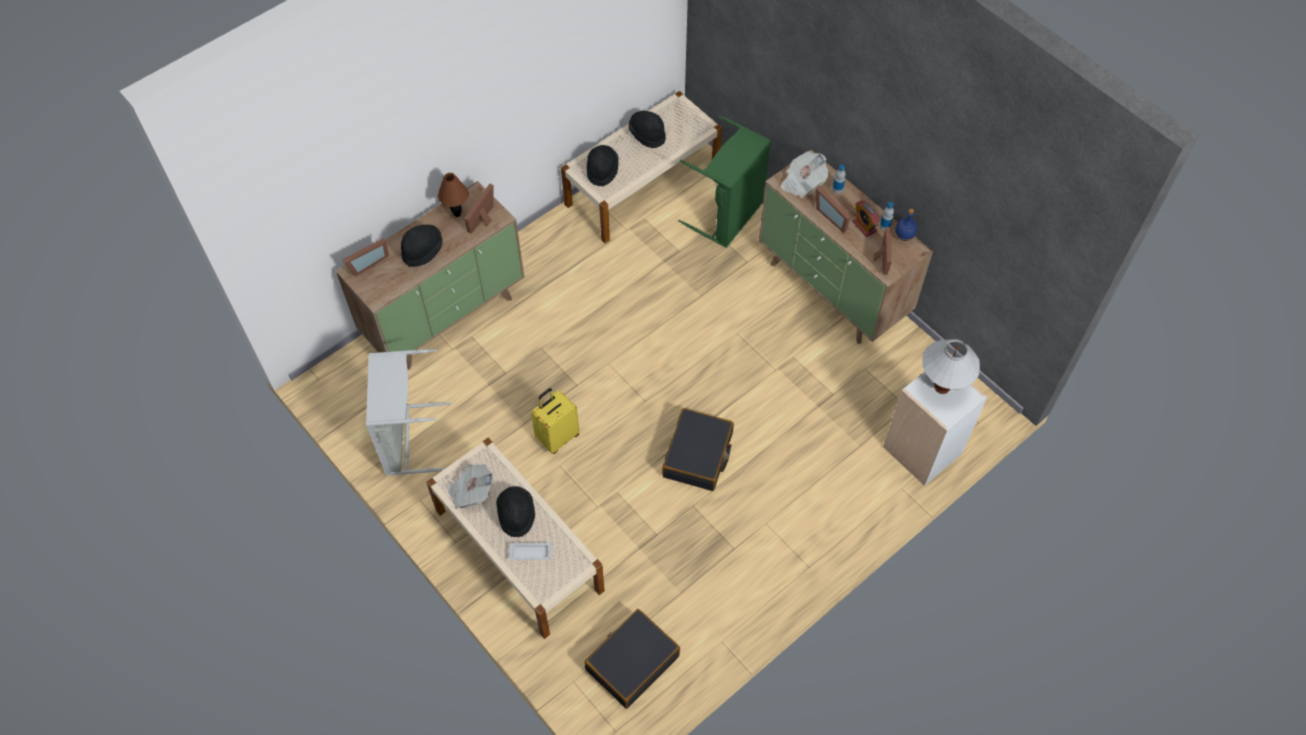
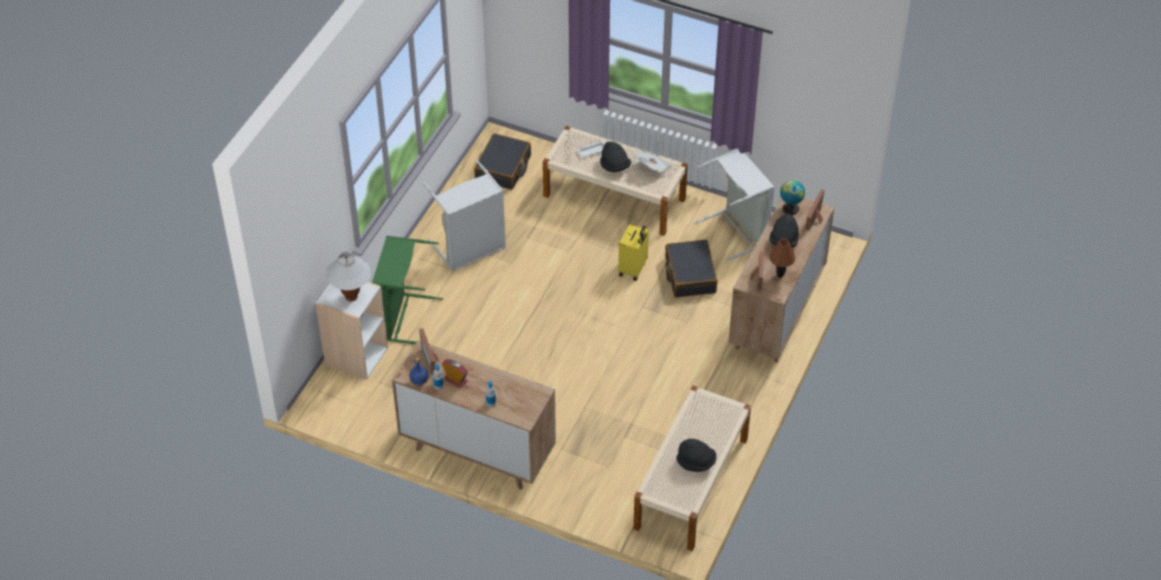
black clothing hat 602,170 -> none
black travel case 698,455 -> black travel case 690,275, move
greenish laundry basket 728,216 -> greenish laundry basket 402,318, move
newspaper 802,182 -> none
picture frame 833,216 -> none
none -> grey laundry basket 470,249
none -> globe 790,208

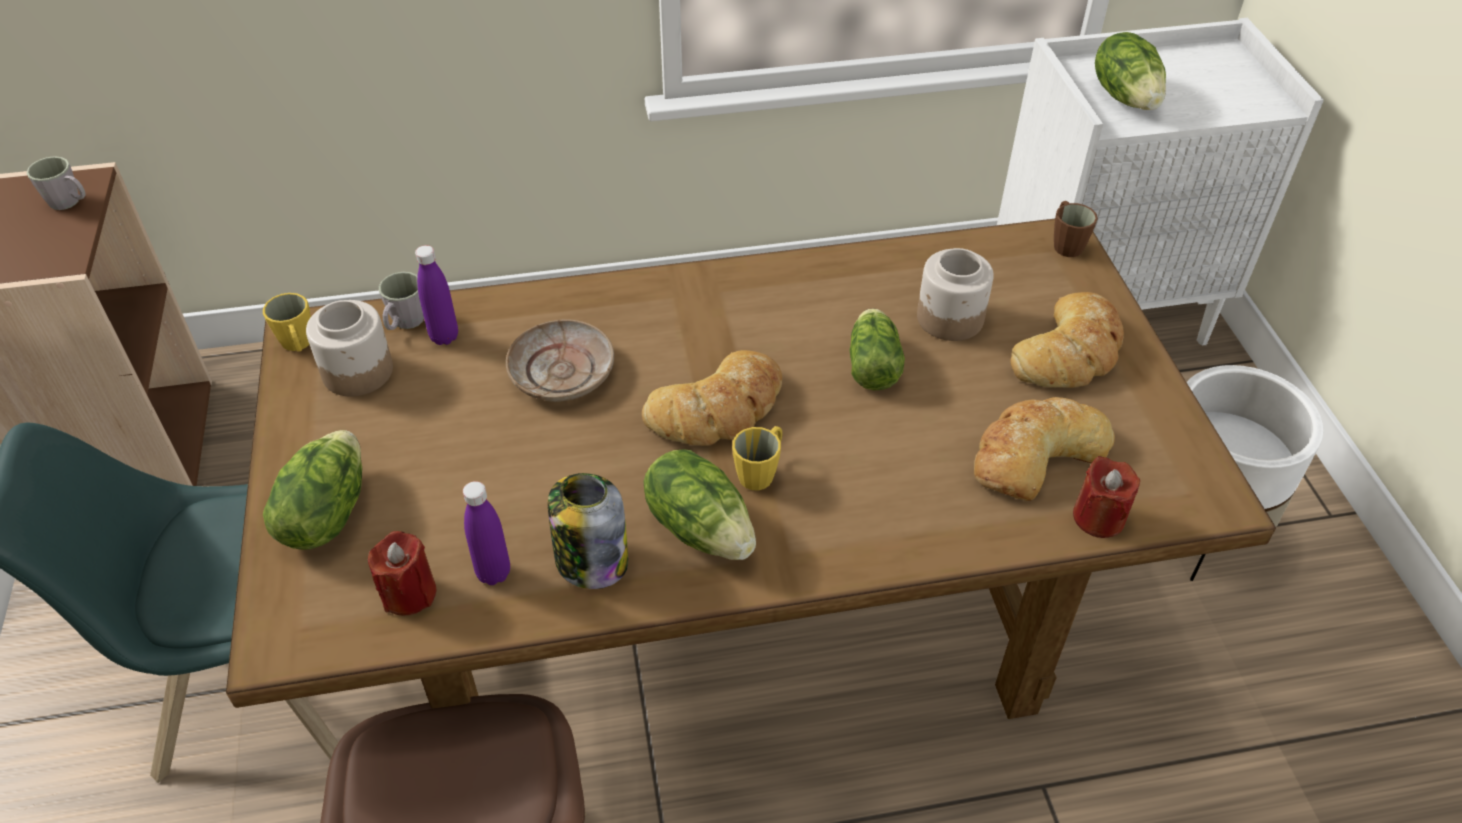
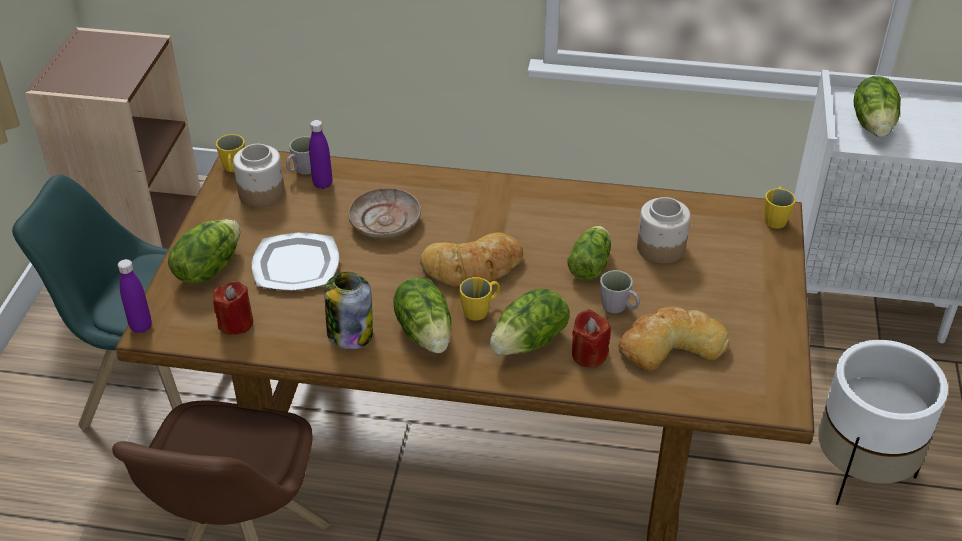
grey tea mug 70,203 -> grey tea mug 619,308, move
purplish beverage bottle 493,573 -> purplish beverage bottle 141,326, move
bread 1071,351 -> none
brown tea mug 1065,243 -> yellow-coloured tea mug 775,218
red wax candle 1098,517 -> red wax candle 589,354, move
none -> dinner plate 295,264
none -> head of lettuce 530,342

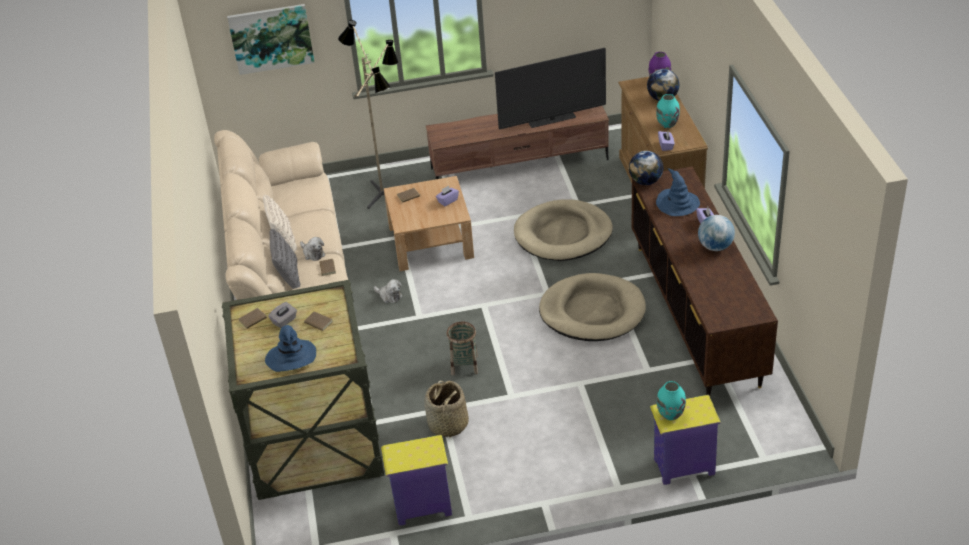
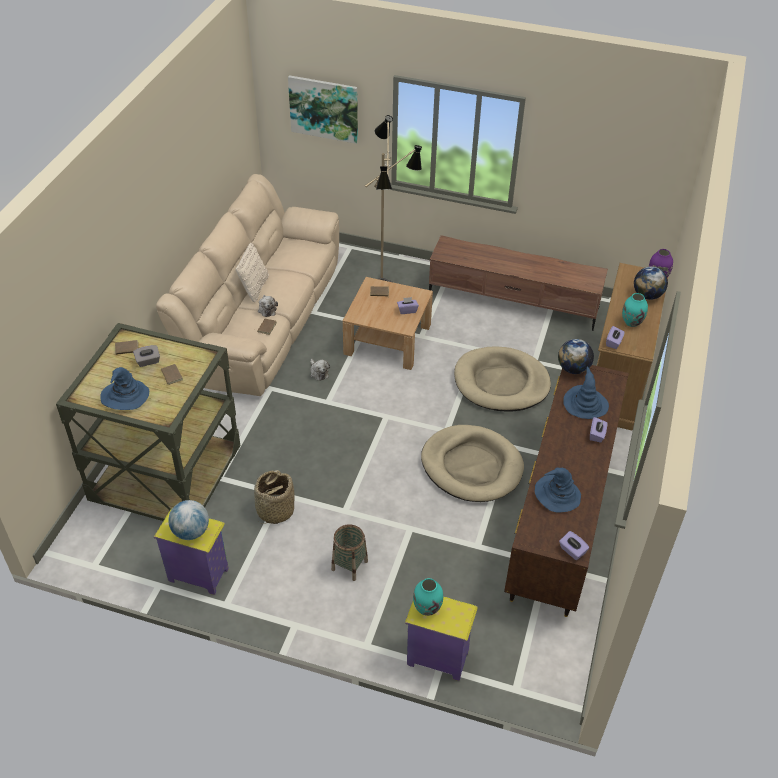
grey pillow 288,277 -> none
household basket 464,365 -> household basket 349,565, move
television 552,120 -> none
globe 715,247 -> globe 191,532, move
none -> bluish clothing hat 556,494
none -> purplish box of tissues 572,551

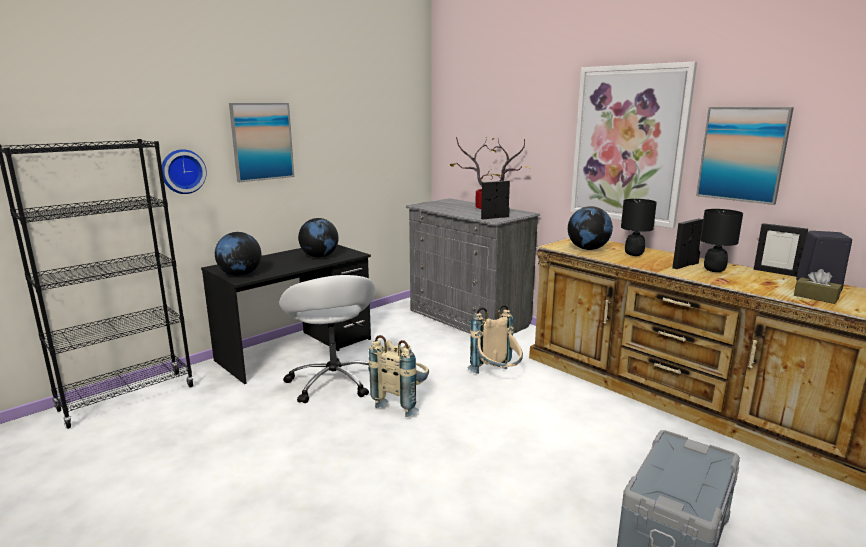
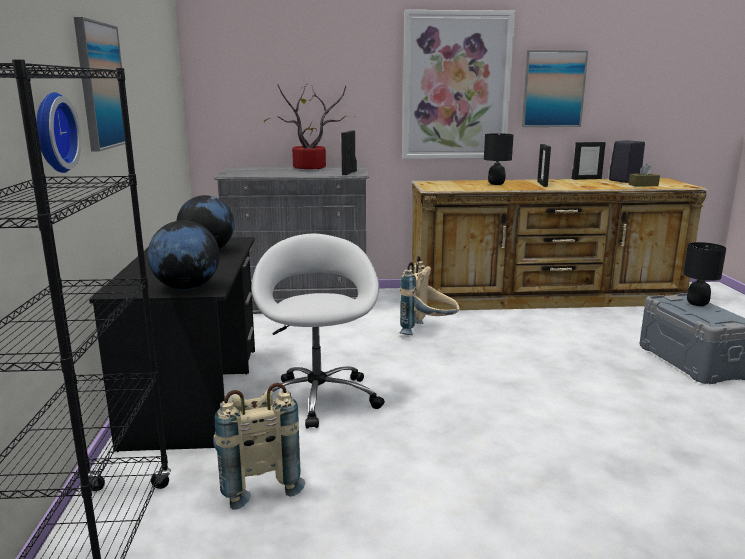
white-coloured computer chair 333,384 -> white-coloured computer chair 319,398, 120 degrees counterclockwise
beige backpack 402,402 -> beige backpack 256,483, move
globe 588,249 -> none
black tabletop lamp 715,271 -> black tabletop lamp 698,304, move

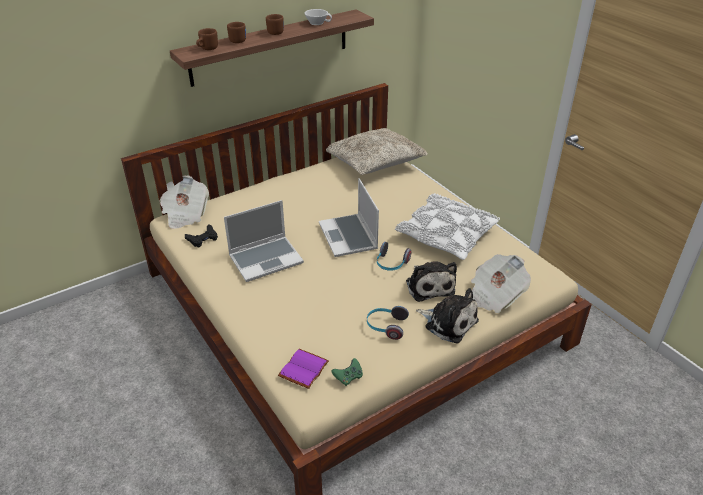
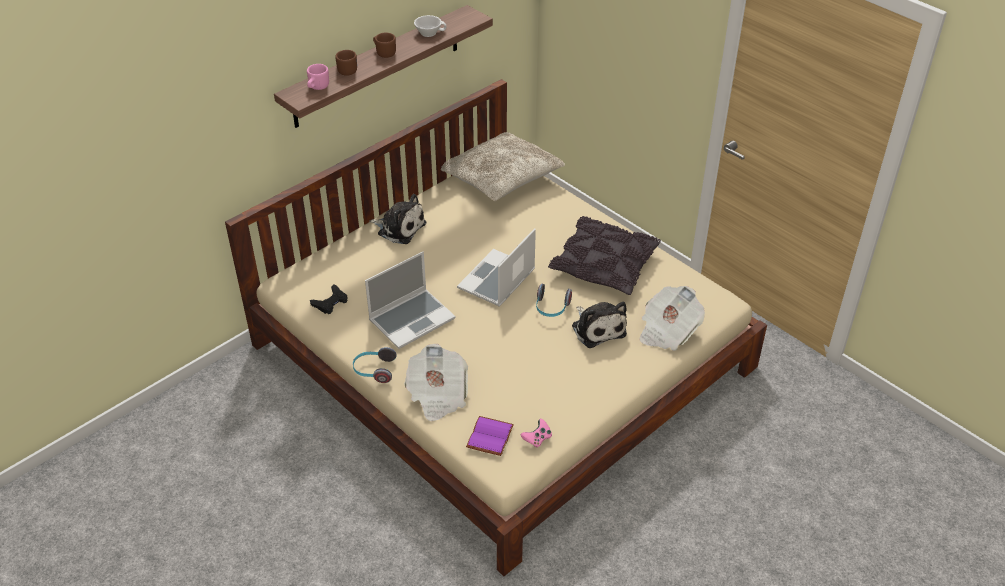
newspaper 185,214 -> newspaper 437,395, move
brown tea mug 207,49 -> pink-coloured tea mug 317,87
portable computer 349,237 -> portable computer 497,280, 60 degrees clockwise
greenish joypad 348,377 -> pink-coloured joypad 537,439
headphones 386,327 -> headphones 374,370, move
white-coloured pillow 446,235 -> black pillow 604,265
soft toy 448,322 -> soft toy 399,228, move

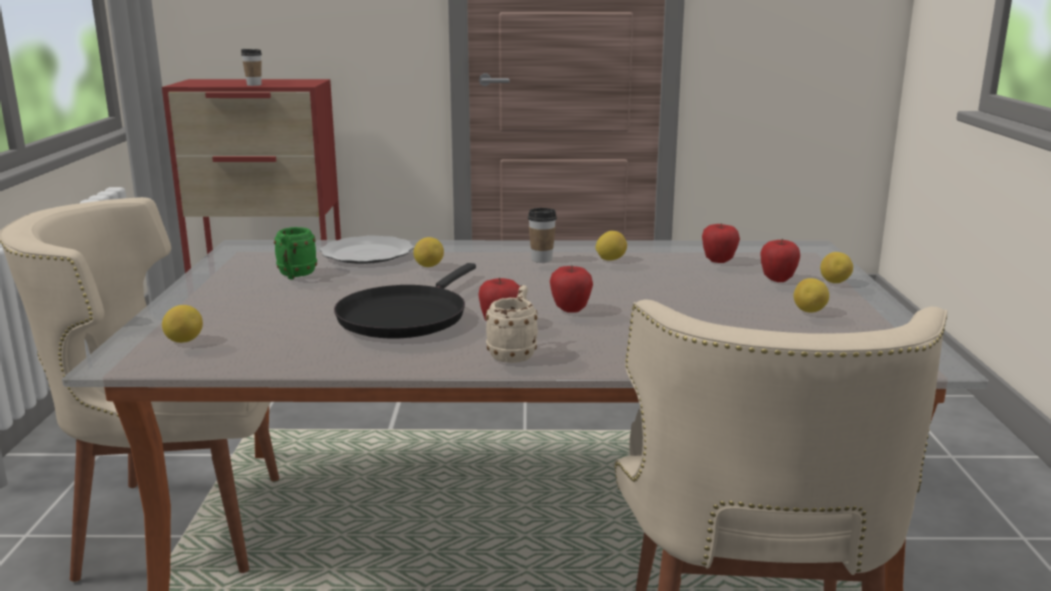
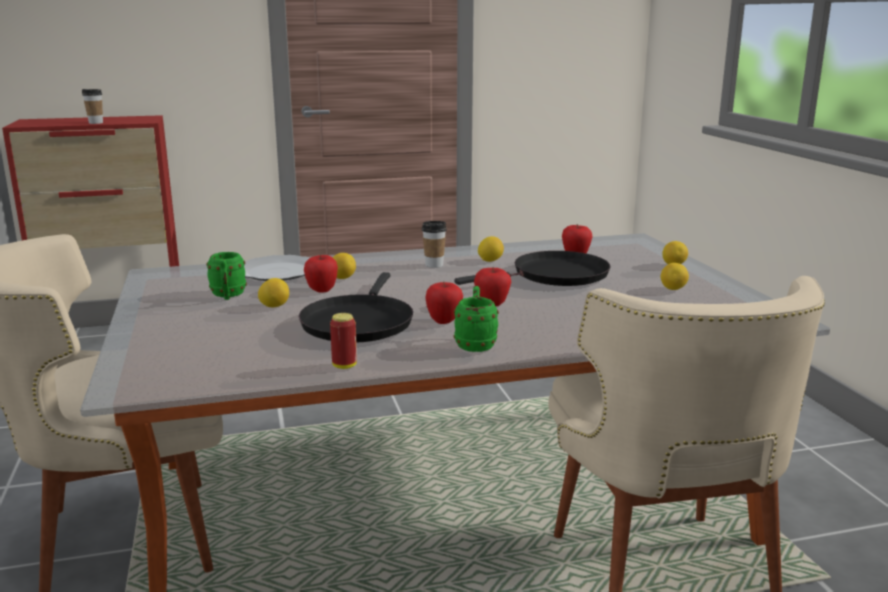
whole lemon 184,341 -> whole lemon 274,306, move
beige tea mug 514,353 -> greenish tea mug 475,344
apple fruit 777,280 -> apple fruit 322,290, move
none -> metal can 344,366
none -> black frying pan 555,276

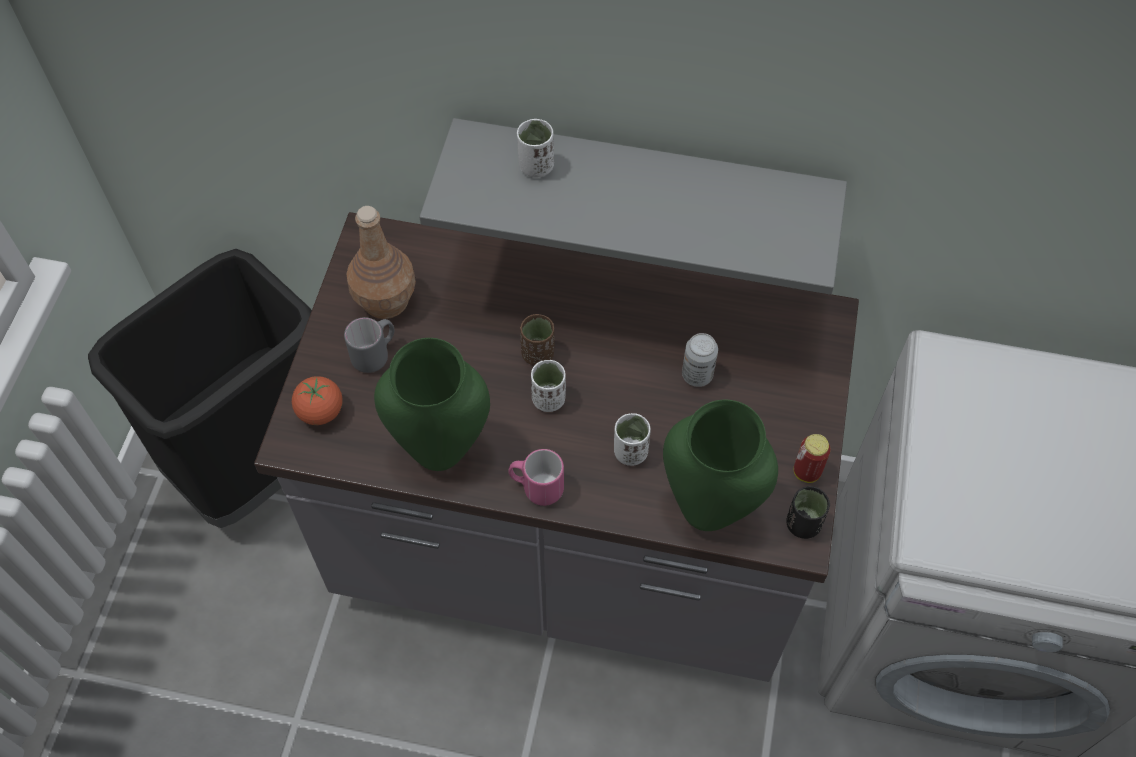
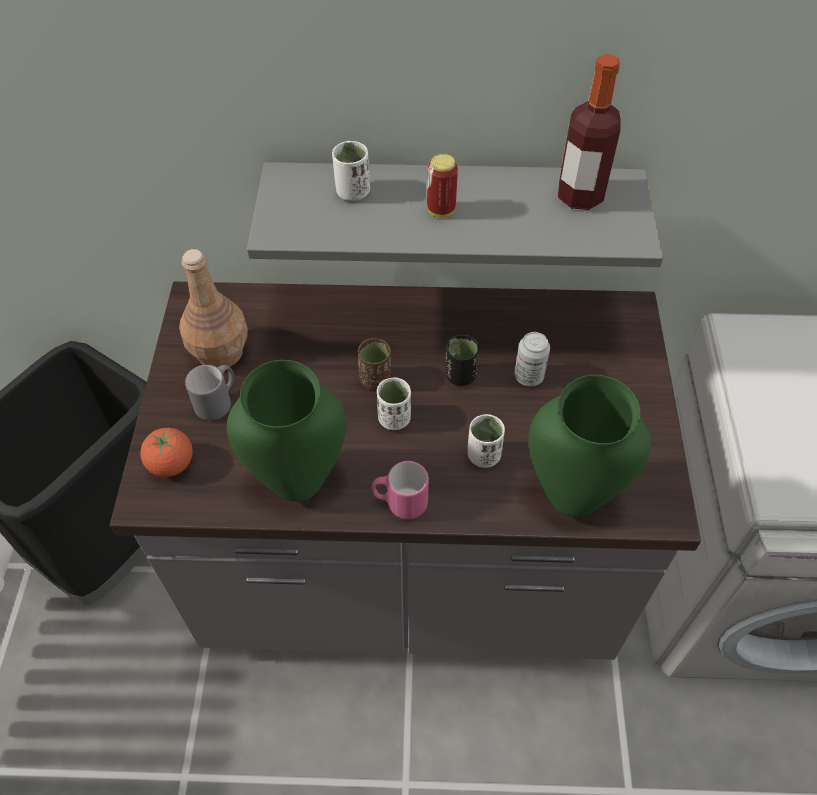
black drinking cup 803,524 -> black drinking cup 460,375, move
metal can 806,472 -> metal can 441,210, move
none -> beverage bottle 580,196

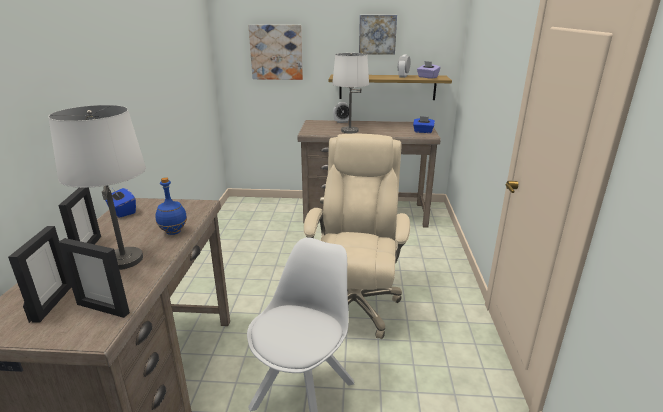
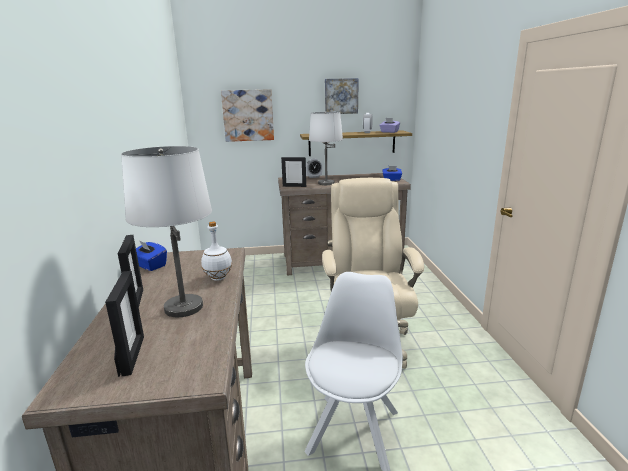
picture frame 104,308 -> picture frame 294,186, move
bluish beverage bottle 173,232 -> white-coloured beverage bottle 218,278

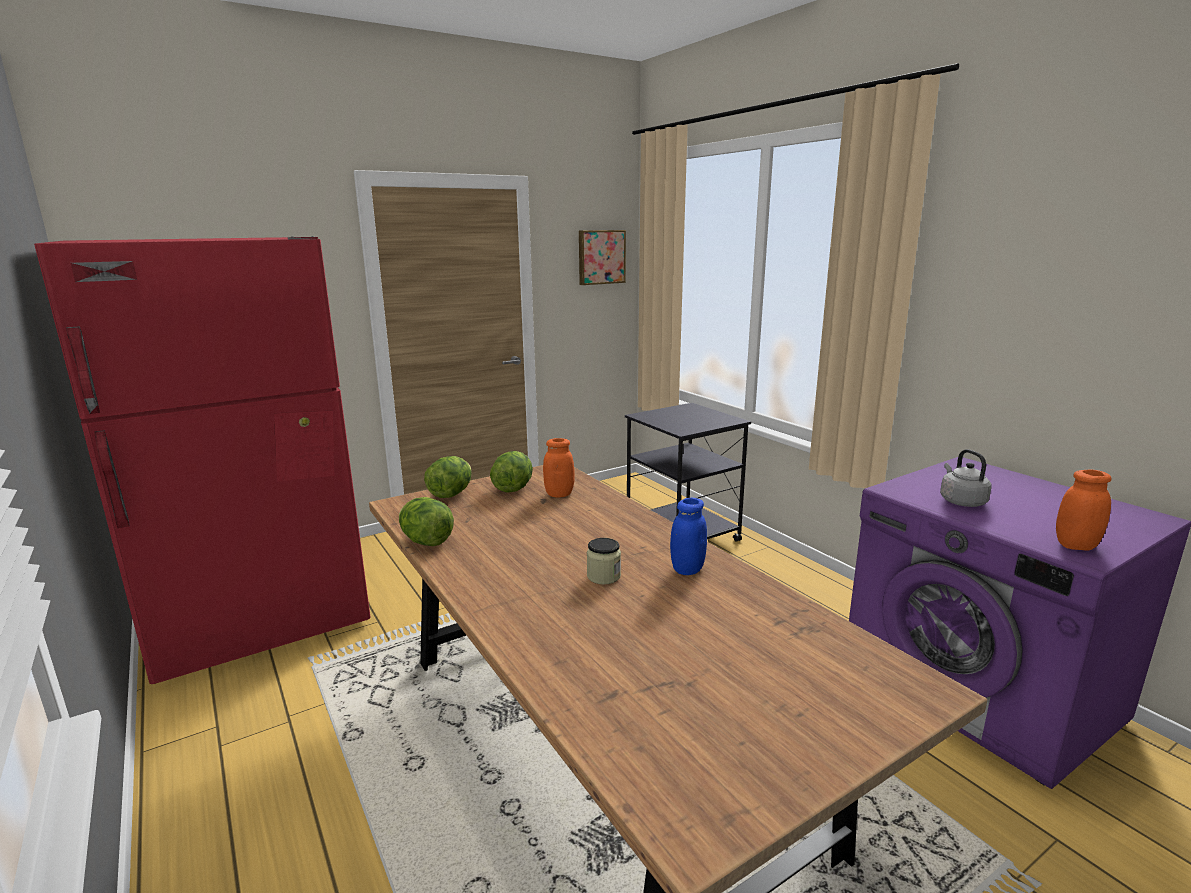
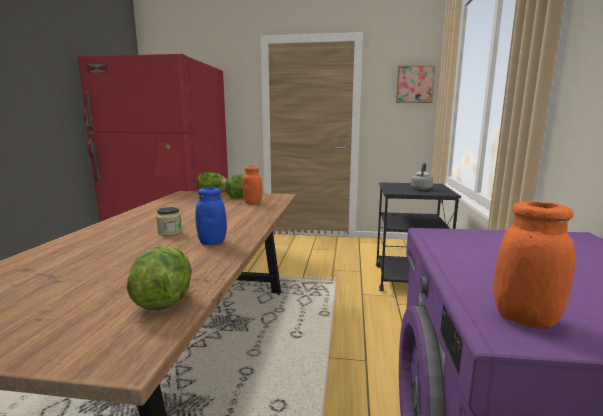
head of lettuce 426,541 -> head of lettuce 163,301, move
grey tea kettle 961,501 -> grey tea kettle 421,188, move

